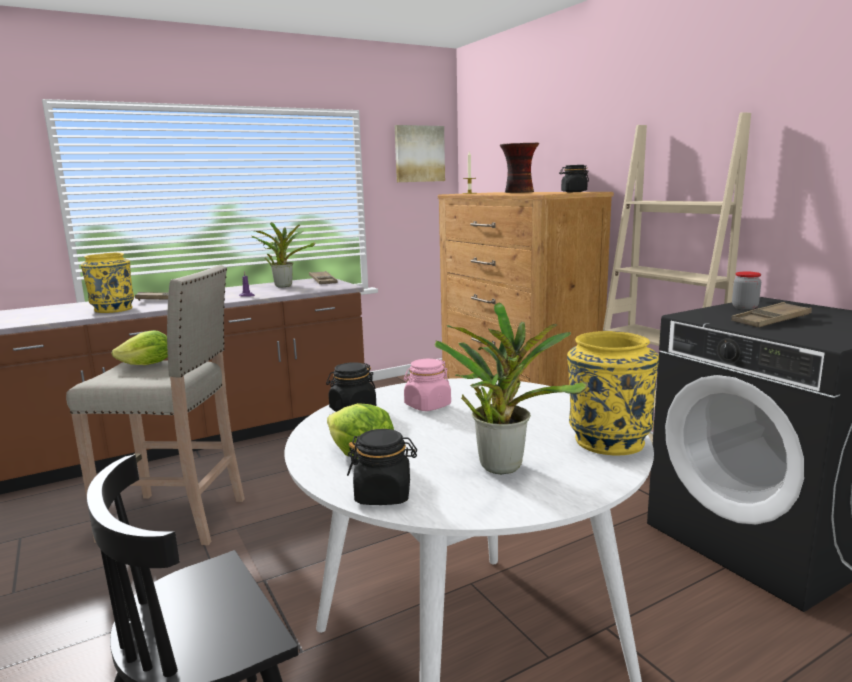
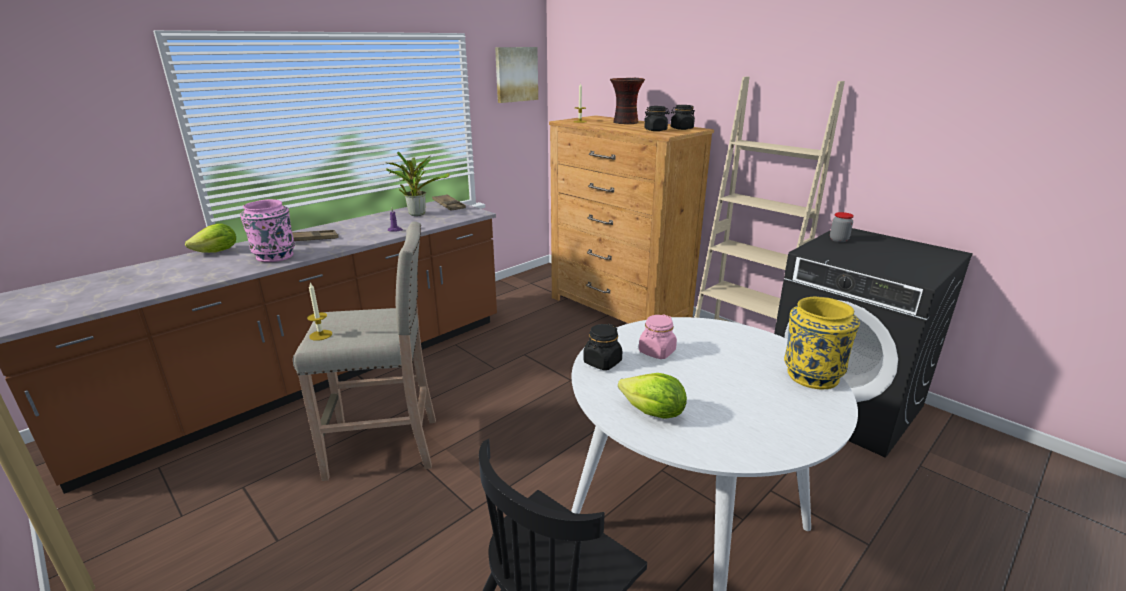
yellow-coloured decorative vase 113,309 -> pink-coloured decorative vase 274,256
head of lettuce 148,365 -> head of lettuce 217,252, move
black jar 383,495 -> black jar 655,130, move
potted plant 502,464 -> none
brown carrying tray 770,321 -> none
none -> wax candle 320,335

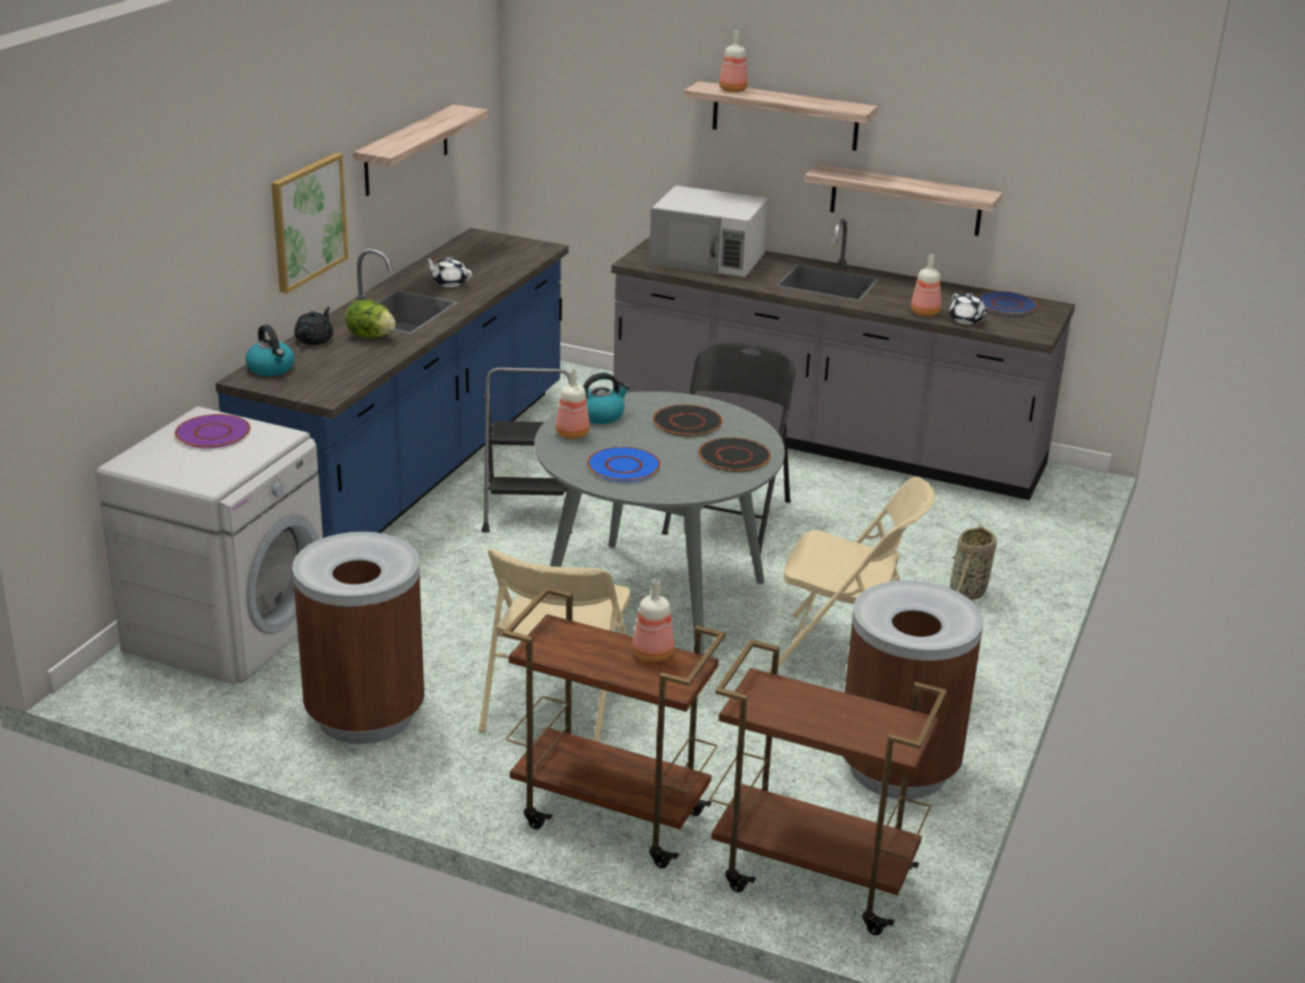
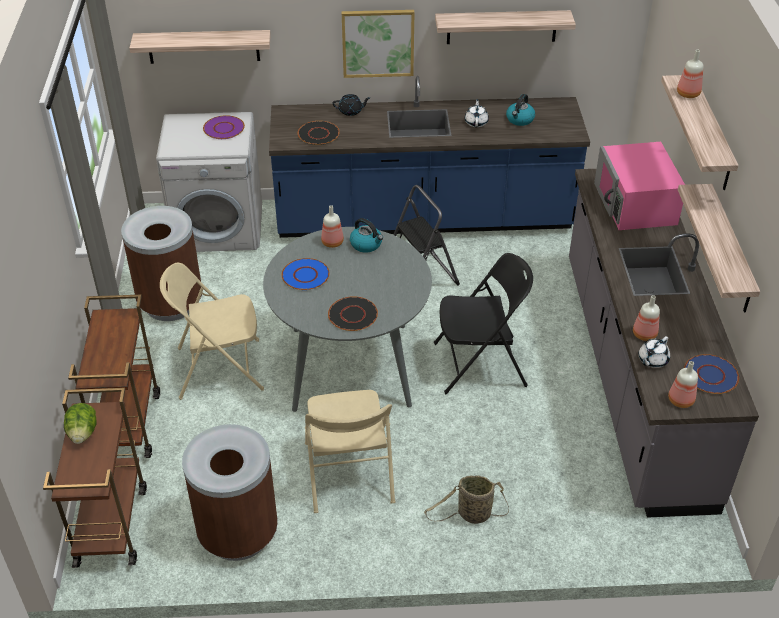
tea kettle 271,369 -> tea kettle 520,120, move
head of lettuce 370,336 -> head of lettuce 83,433, move
beverage bottle 652,655 -> beverage bottle 680,401, move
white-coloured microwave 708,258 -> pink-coloured microwave 635,204
black dinner plate 687,422 -> black dinner plate 318,134, move
none -> wall shelf 203,46

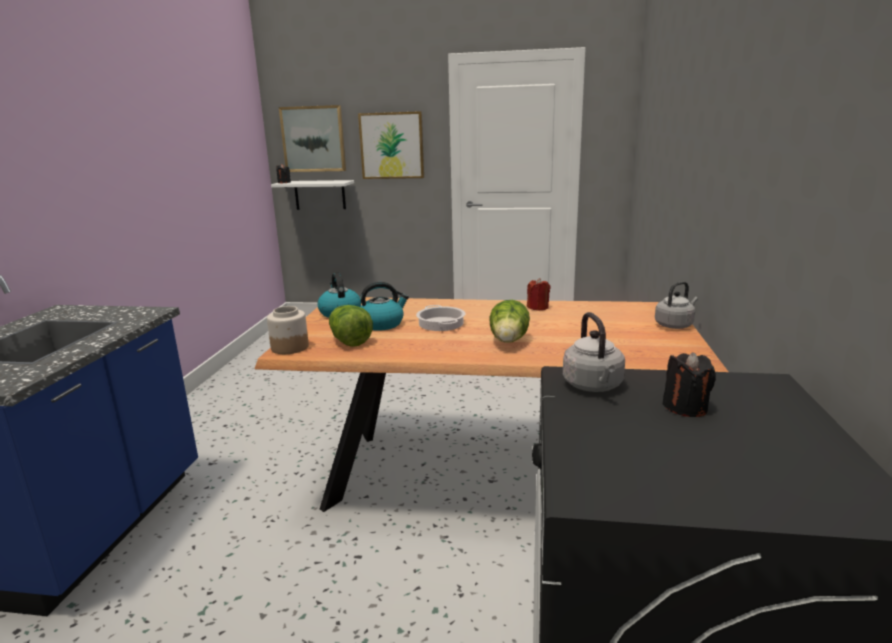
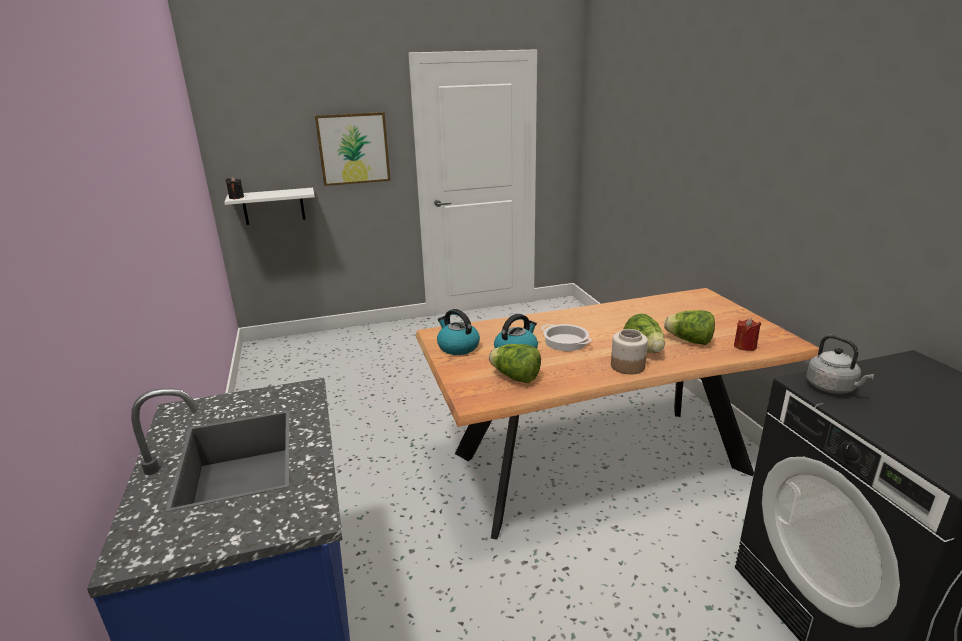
jar 289,347 -> jar 627,366, move
wall art 313,139 -> none
red wax candle 538,307 -> red wax candle 745,346, move
grey tea kettle 675,325 -> none
black wax candle 685,407 -> none
none -> head of lettuce 689,341

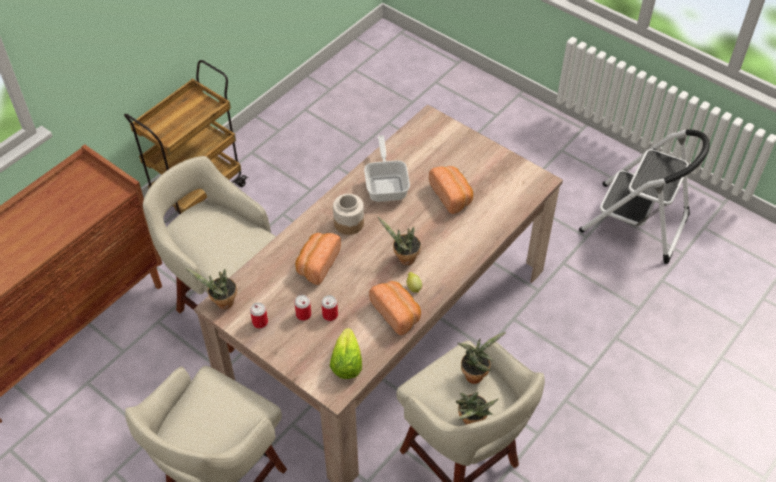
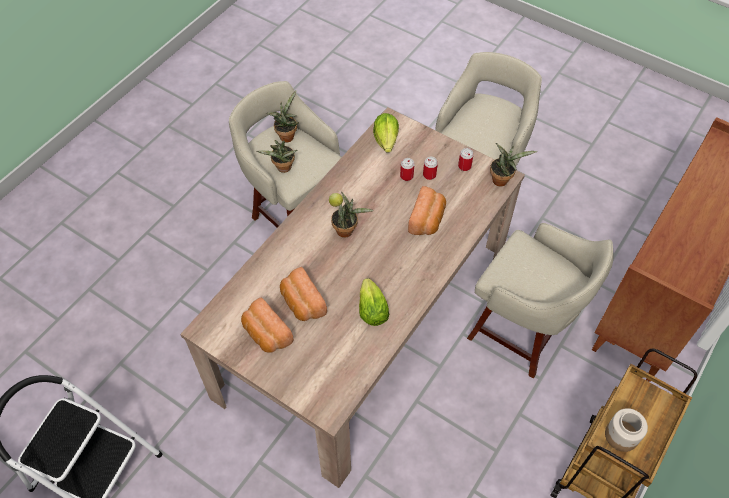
jar 348,223 -> jar 622,436, move
frying pan 386,185 -> head of lettuce 372,311
bread 397,313 -> bread 266,334, move

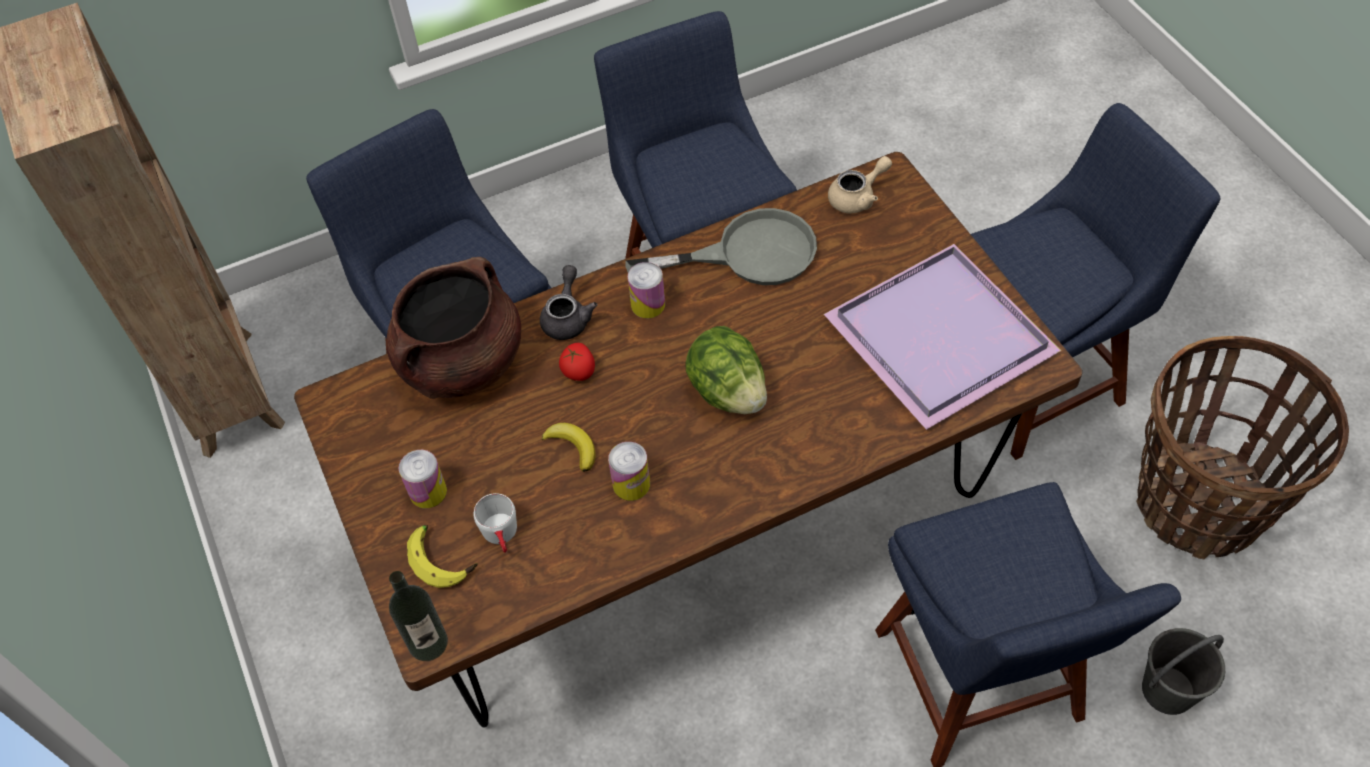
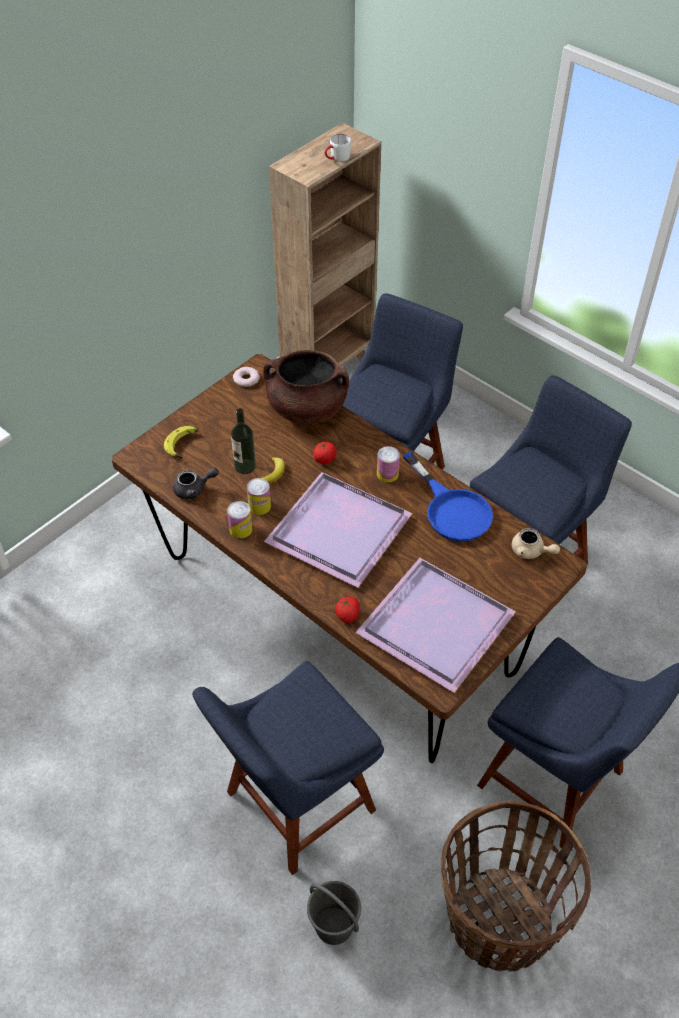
beverage bottle 428,643 -> beverage bottle 245,466, move
metal can 428,492 -> metal can 240,529, move
white-coloured tea mug 502,536 -> white-coloured tea mug 337,158, move
grey tea pot 568,317 -> grey tea pot 194,489, move
grey frying pan 748,254 -> bluish frying pan 451,509
head of lettuce 728,392 -> purplish carrying tray 341,530
none -> donut 246,379
none -> tomato 347,615

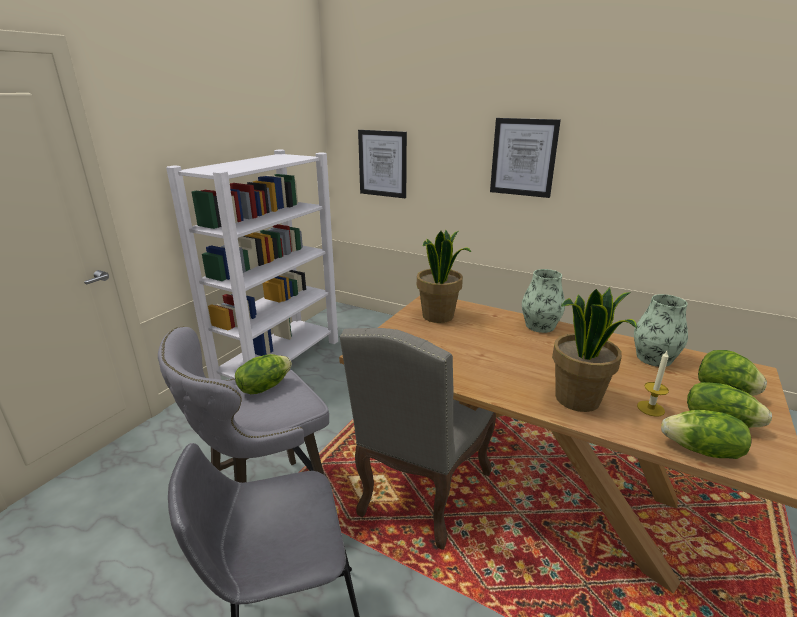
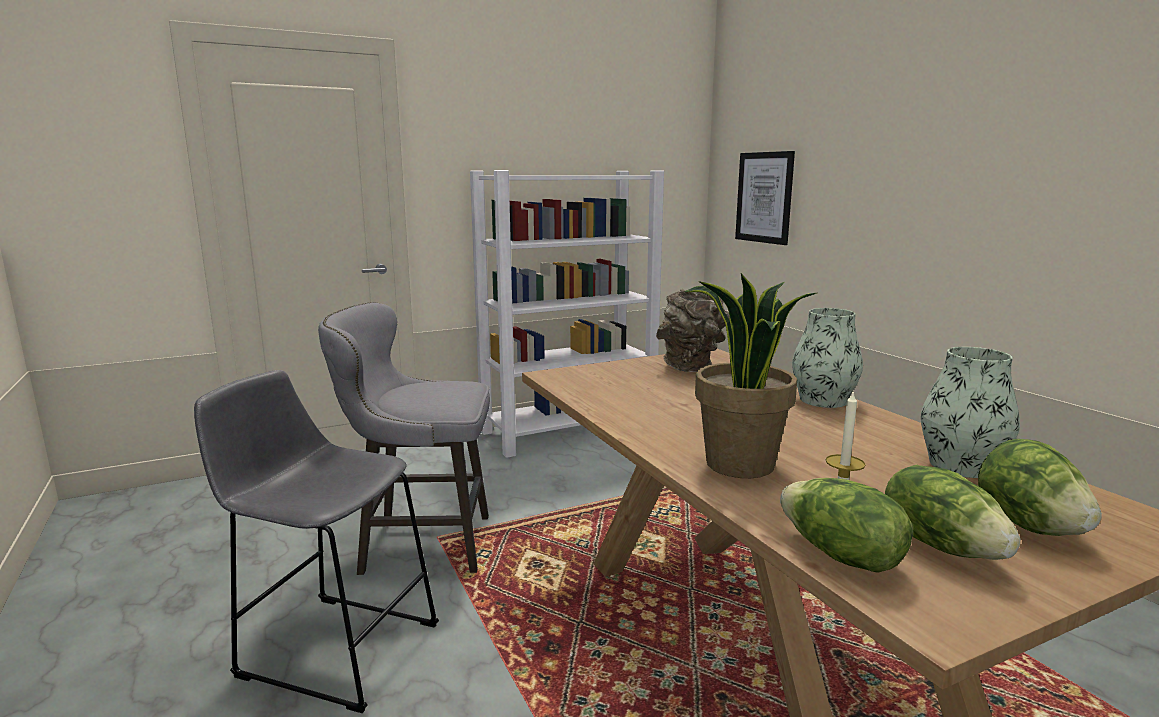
head of lettuce 264,387 -> none
grey plain chair 419,493 -> none
potted plant 438,316 -> brown decorative vase 693,367
wall art 523,157 -> none

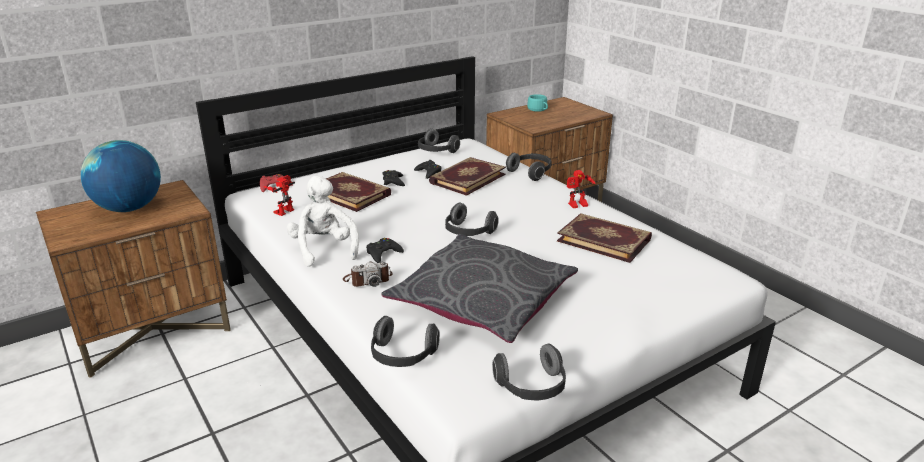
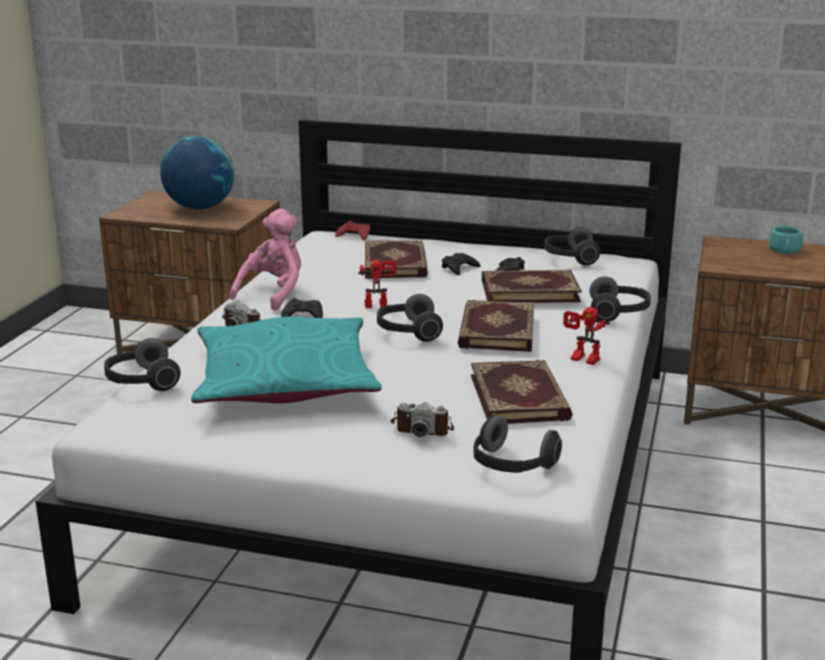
toy robot 283,210 -> toy robot 377,303, move
white-coloured soft toy 324,249 -> pink-coloured soft toy 274,294
grey pillow 482,301 -> turquoise-coloured pillow 285,382
headphones 532,388 -> headphones 511,466, move
none -> photo camera 422,428
none -> bound book 495,330

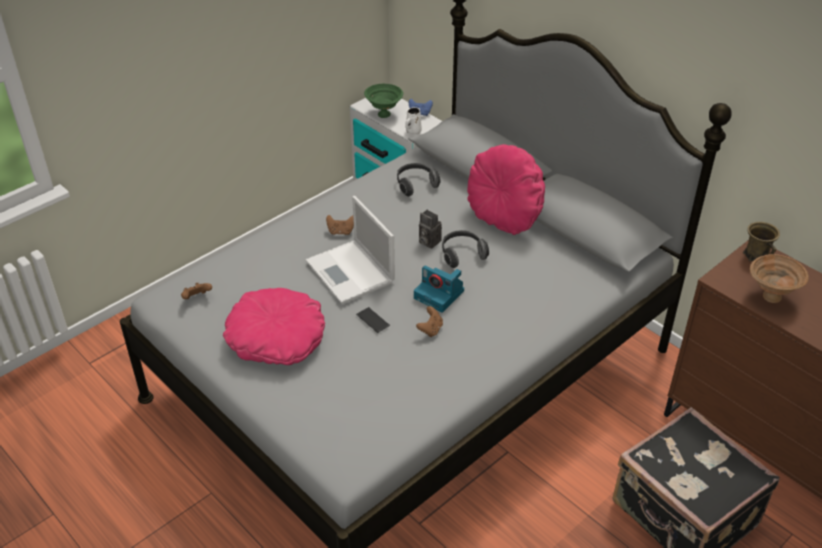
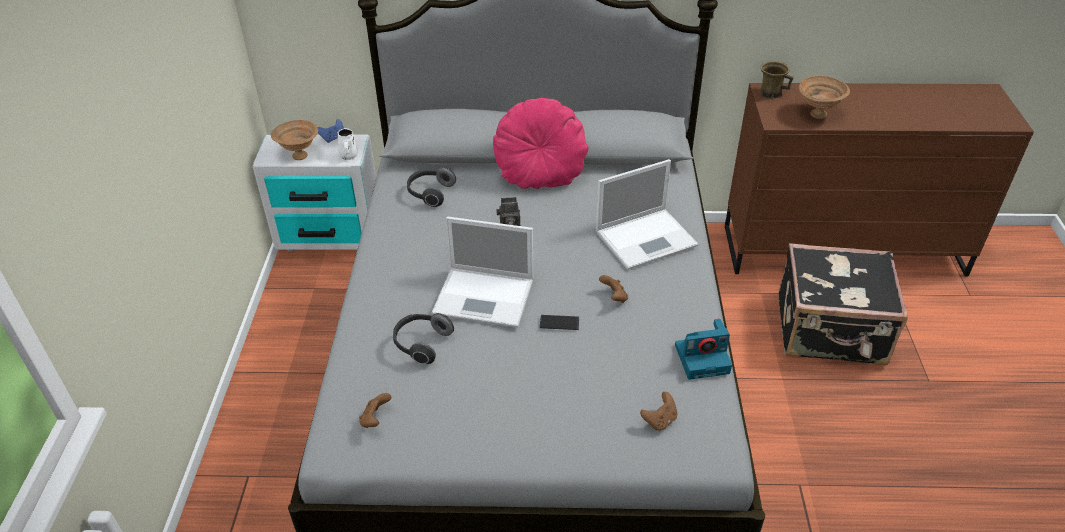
pink-coloured pillow 277,337 -> none
brown joypad 341,232 -> brown joypad 659,420, move
greenish serving bowl 383,114 -> brown serving bowl 298,155
photo camera 440,294 -> photo camera 703,358, move
headphones 462,254 -> headphones 421,344, move
none -> portable computer 647,238

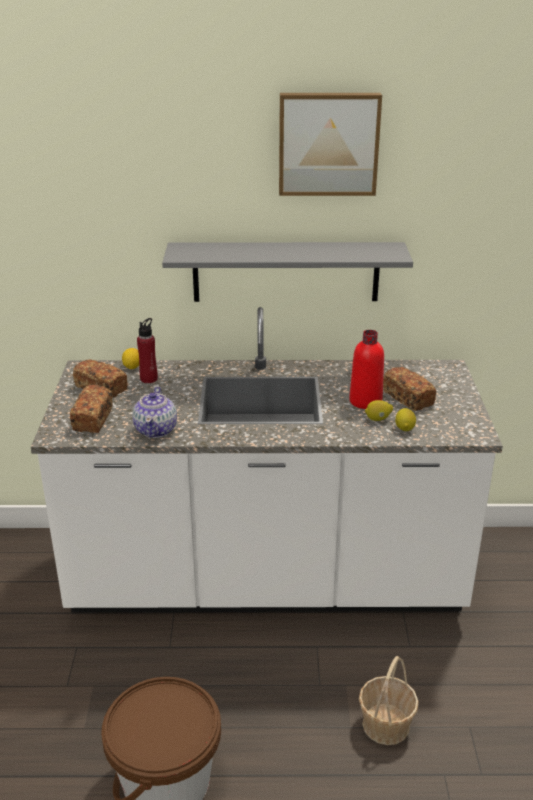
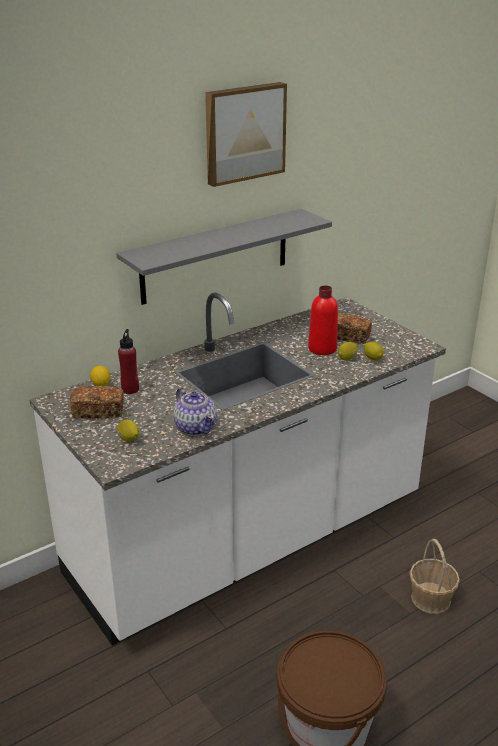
bread 93,419 -> whole lemon 129,439

